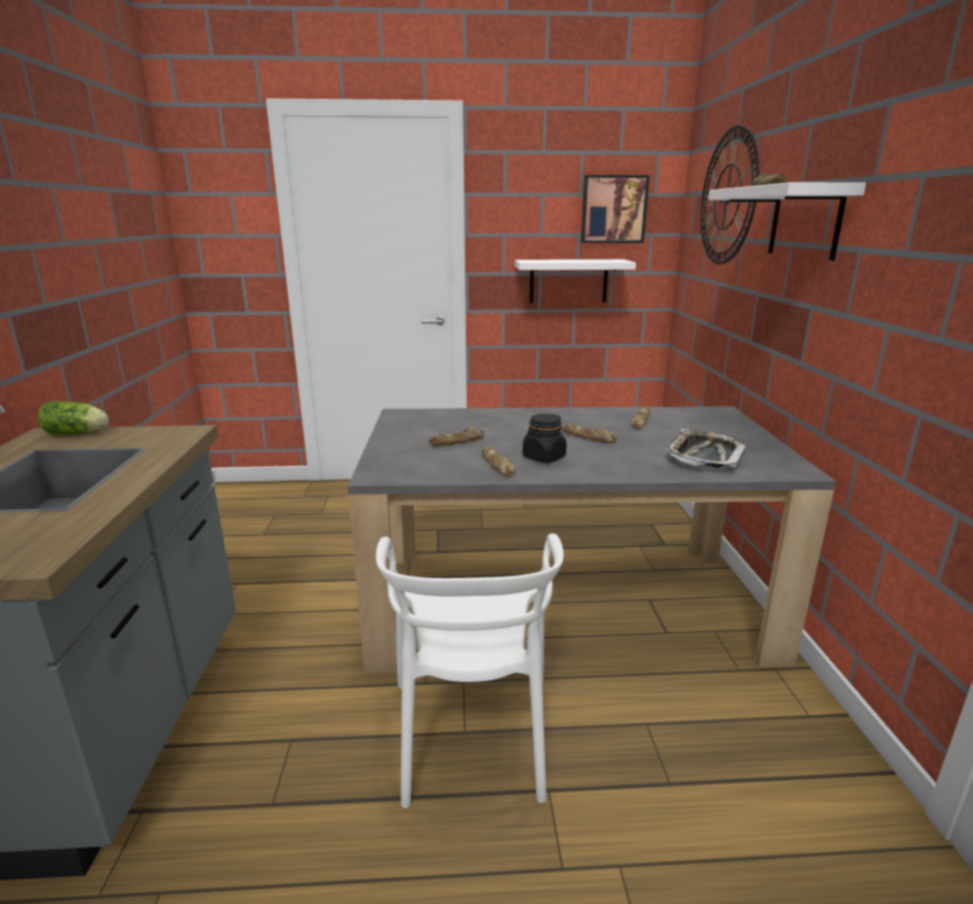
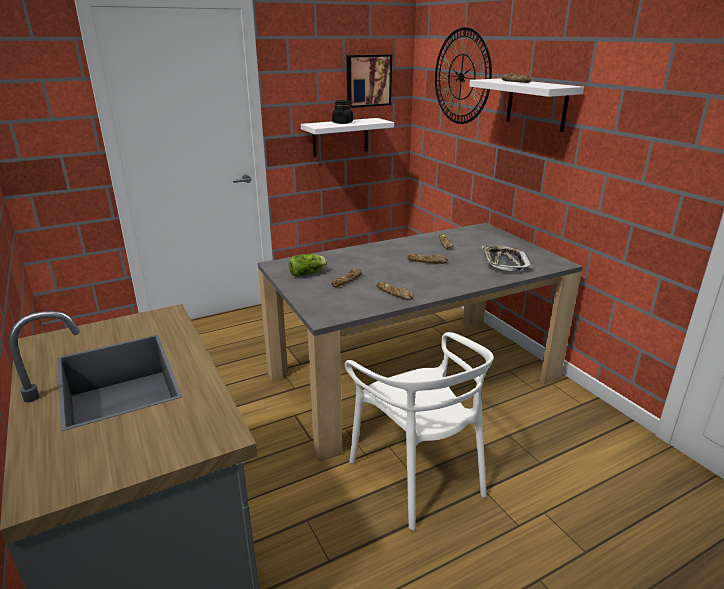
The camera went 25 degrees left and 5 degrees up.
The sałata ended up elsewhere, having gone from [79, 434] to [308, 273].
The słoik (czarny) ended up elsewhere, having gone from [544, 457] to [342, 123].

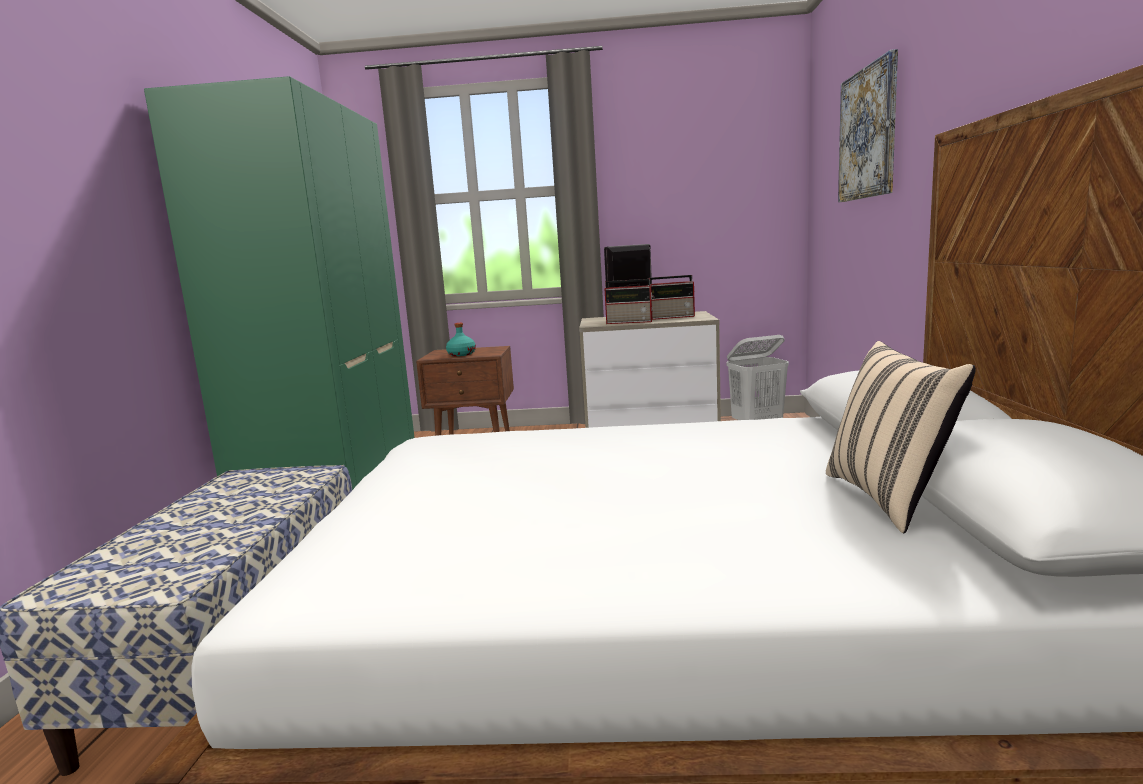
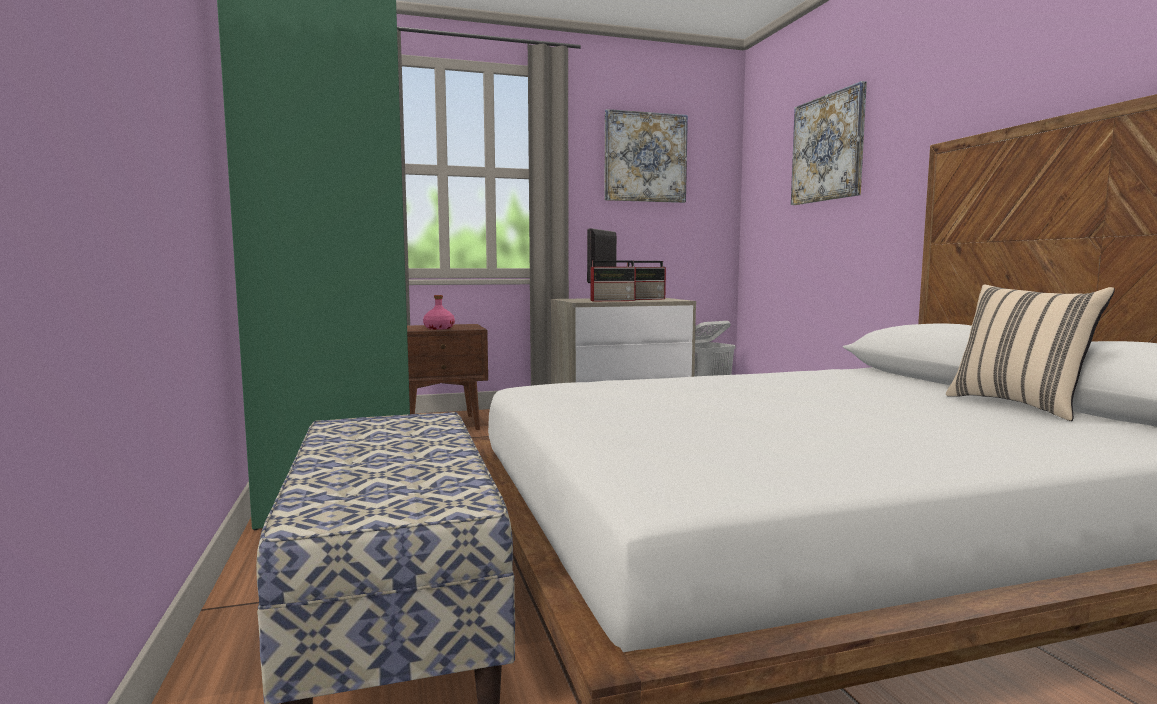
The camera went 20 degrees left and 5 degrees down.
What was the butelka (turkusowy) at [461, 354] turned into the butelka (różowy) at [438, 328].
The second view gained the obraz at [645, 157].

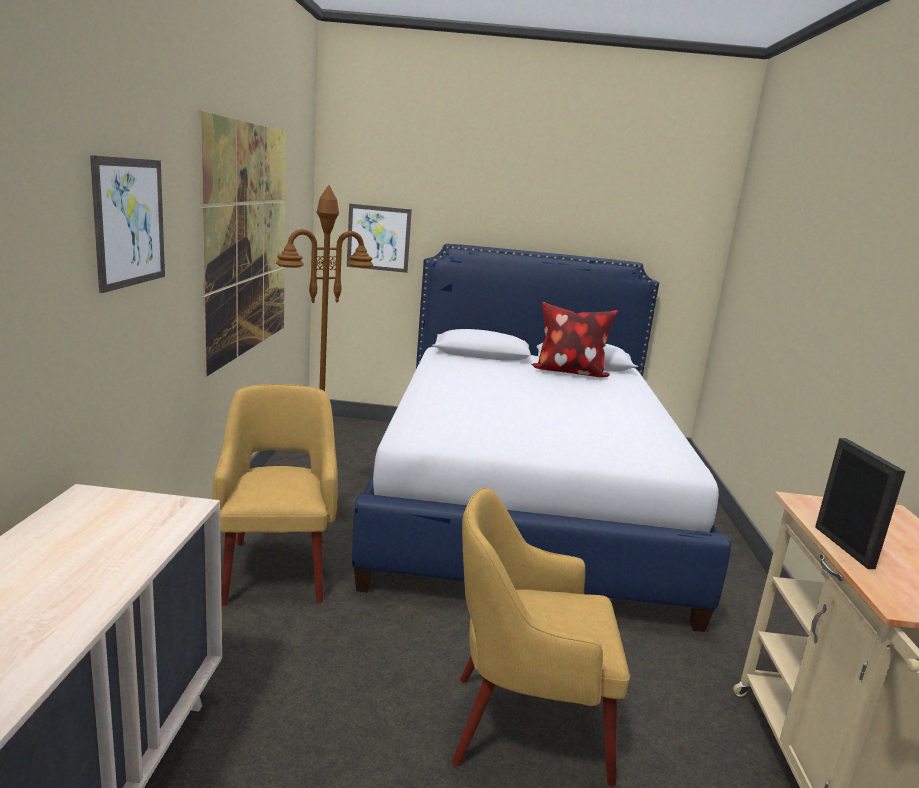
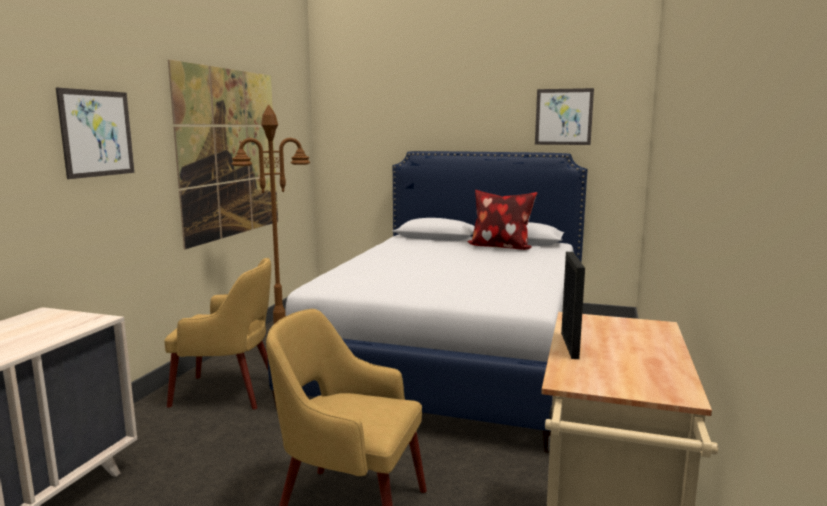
The camera went 15 degrees right and 5 degrees down.
The fotel (żółty) at [277, 567] ended up facing another way, 90 degrees clockwise from before.
The obraz ended up elsewhere, having gone from [378, 238] to [563, 117].

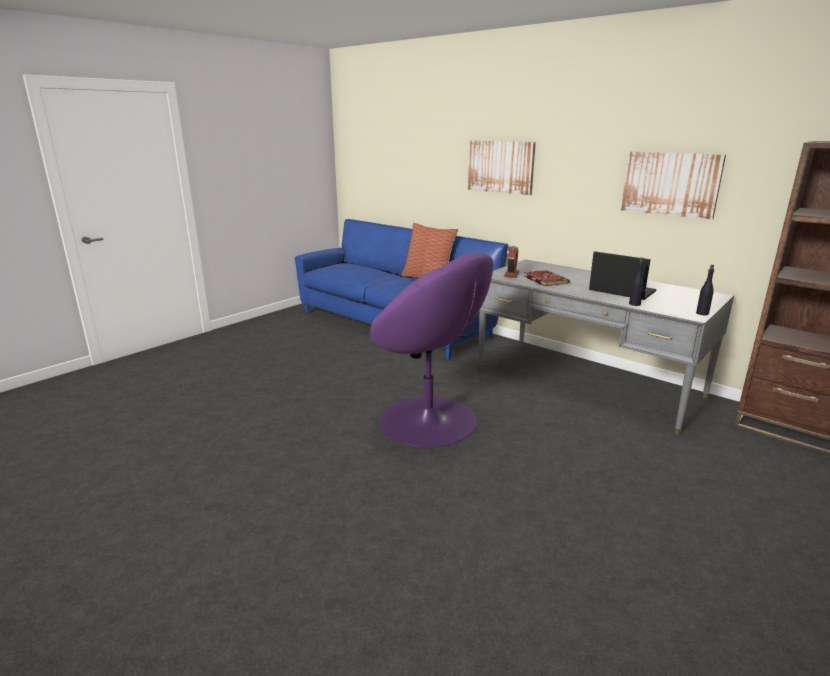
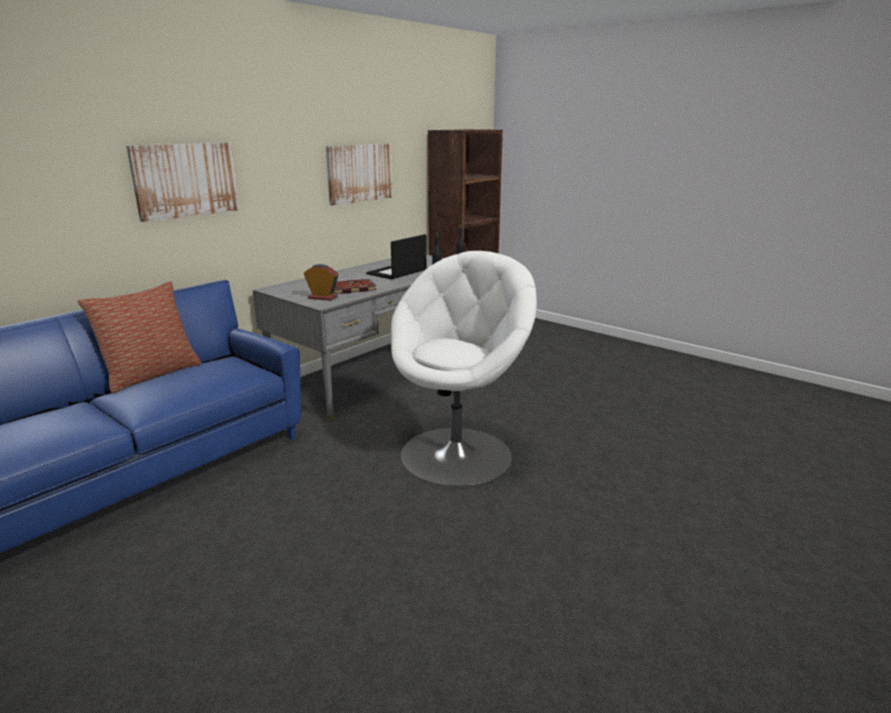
The camera went 90 degrees left and 0 degrees up.
What was the fotel (fioletowy) at [429, 421] turned into the fotel (biały) at [458, 454].

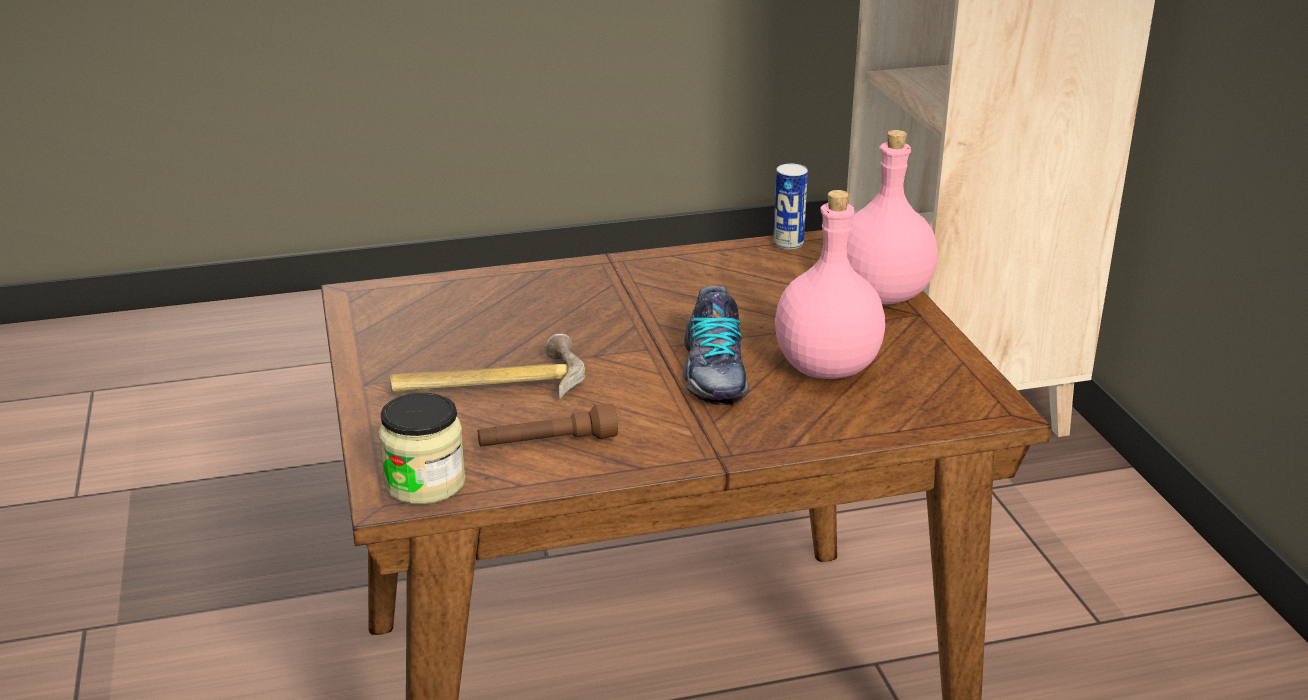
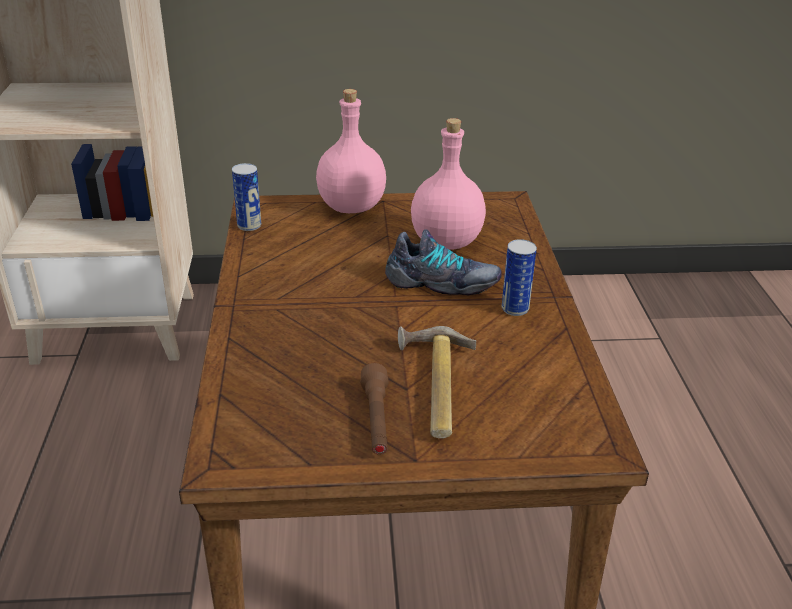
The camera went 80 degrees left and 5 degrees up.
The latarka (brązowy) ended up elsewhere, having gone from [547, 443] to [376, 420].
The second view gained the puszka at [515, 309].
The second view lost the słoik at [425, 483].

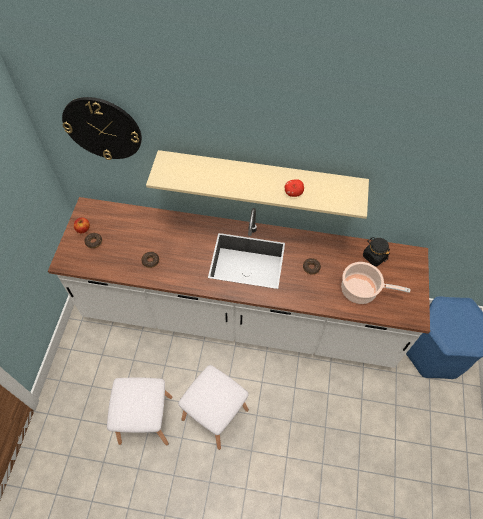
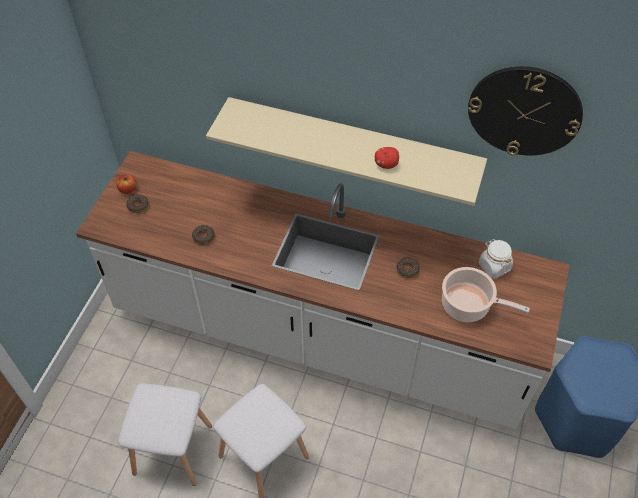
The camera went 10 degrees right and 5 degrees down.
The zegar ścienny ended up elsewhere, having gone from [102, 128] to [524, 111].
What was the słoik (czarny) at [374, 256] turned into the słoik (biały) at [494, 266].

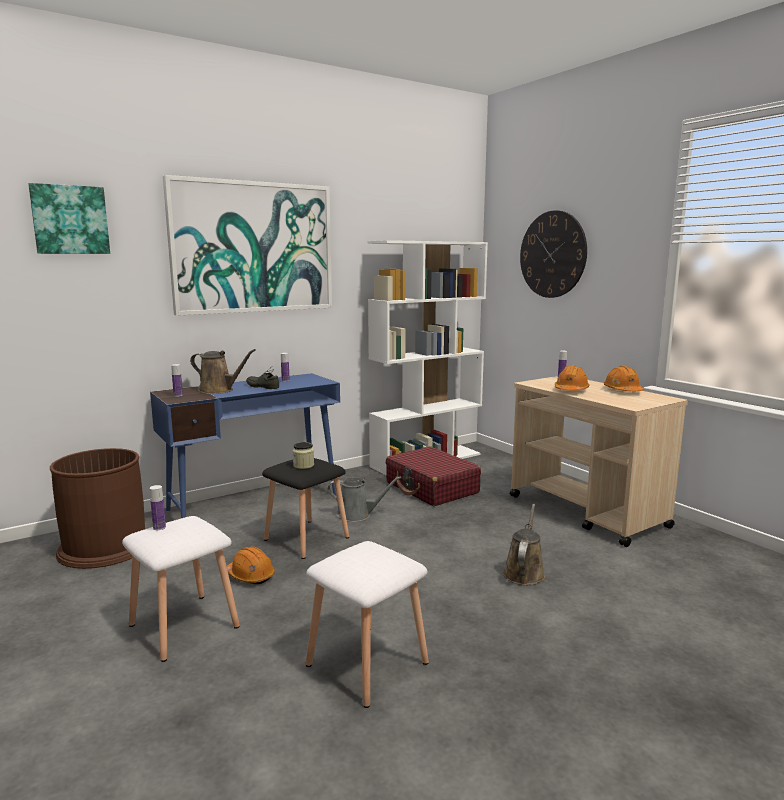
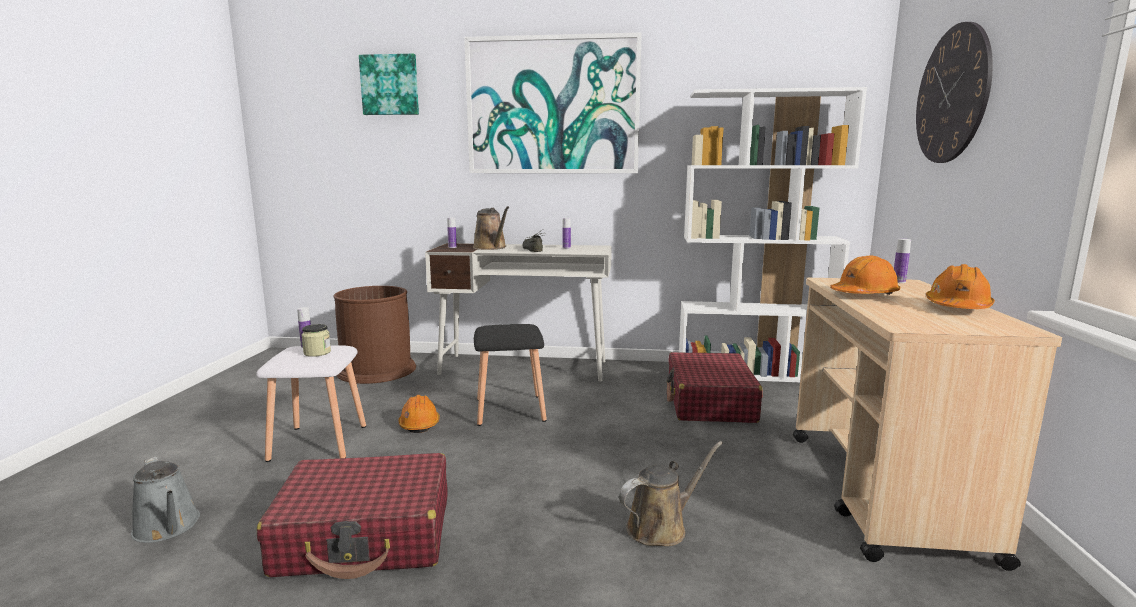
The camera went 40 degrees right and 0 degrees up.
The konewka (szary) ended up elsewhere, having gone from [357, 515] to [168, 528].
Where the stołek (biały) stood at [368, 662], the walizka (czerwony) came to stand at [366, 535].
The słoik ended up elsewhere, having gone from [303, 465] to [317, 353].
What was the biurko (niebieski) at [255, 502] turned into the biurko (biały) at [524, 367].

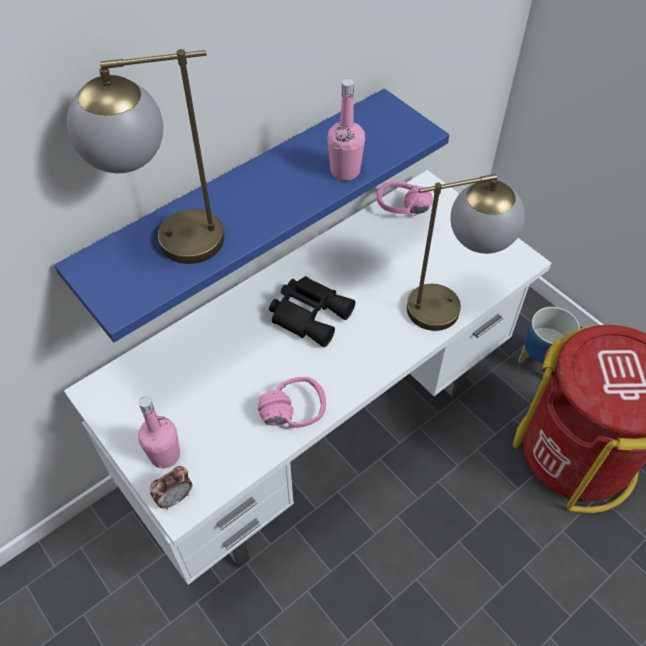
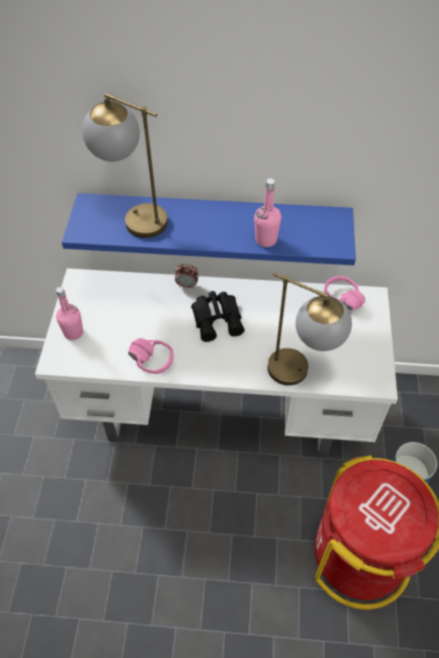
The camera went 45 degrees right and 0 degrees up.
The budzik ended up elsewhere, having gone from [175, 497] to [187, 285].

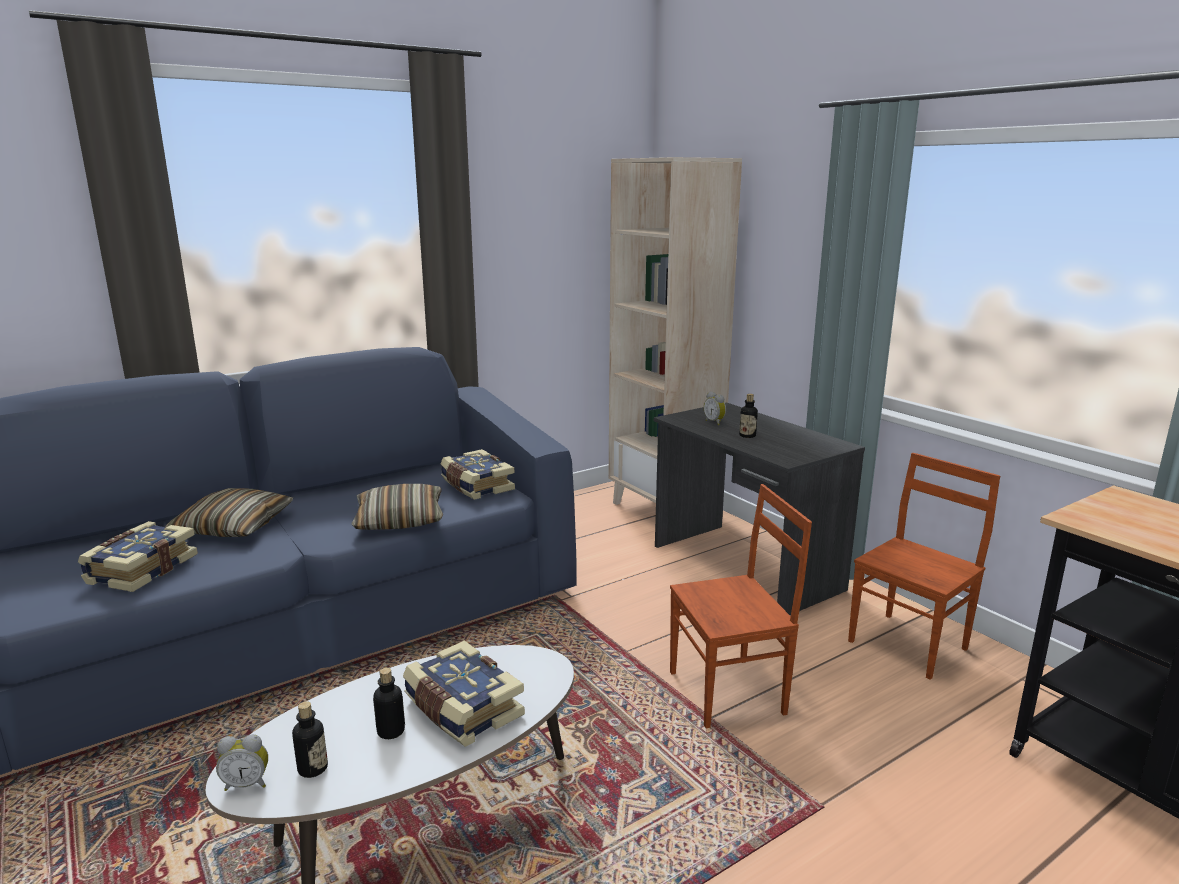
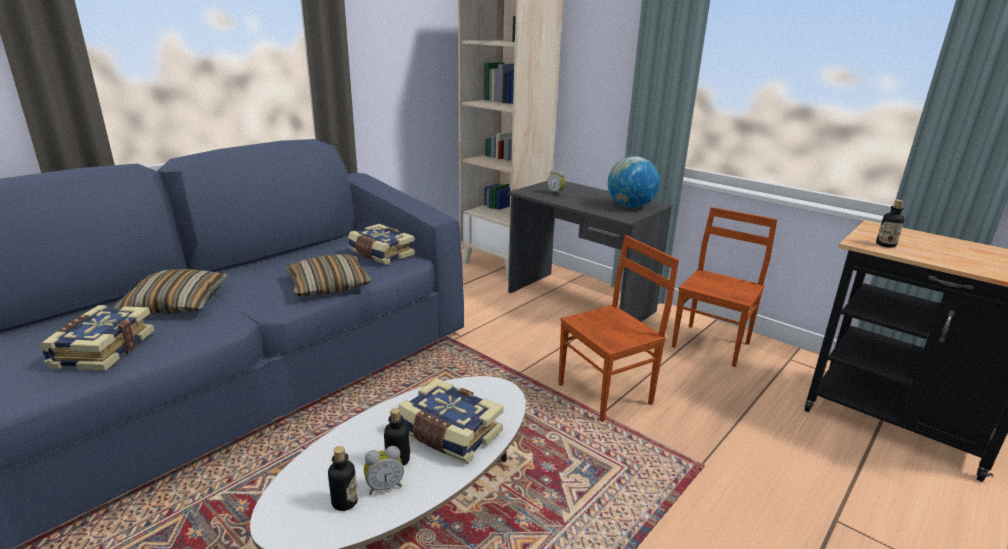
The camera went 15 degrees left and 5 degrees up.
The budzik ended up elsewhere, having gone from [247, 783] to [384, 486].
The second view gained the globus at [630, 206].
The butelka ended up elsewhere, having gone from [747, 436] to [885, 245].

